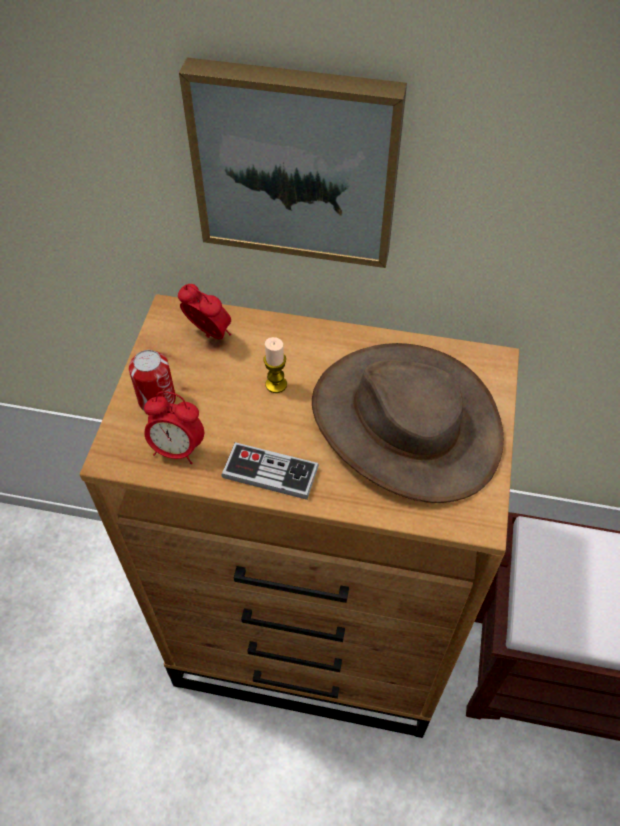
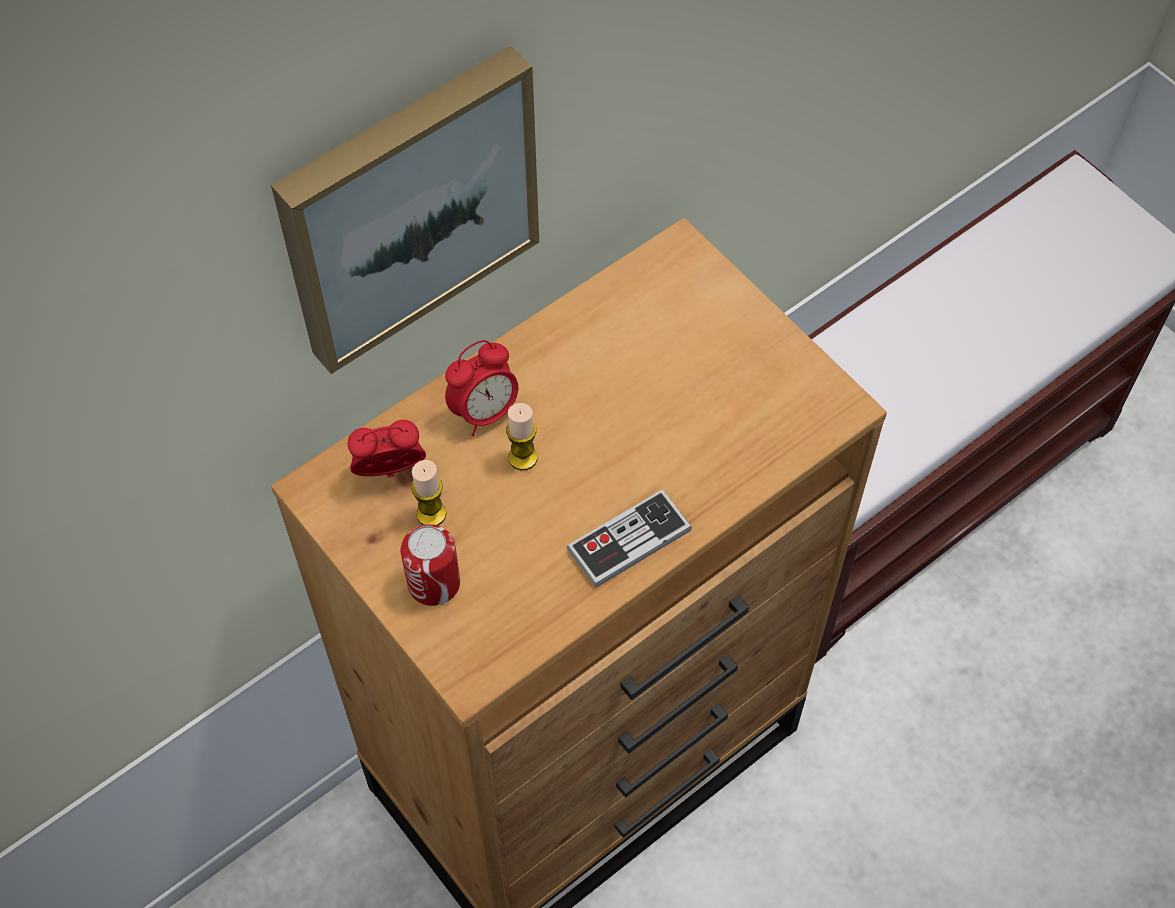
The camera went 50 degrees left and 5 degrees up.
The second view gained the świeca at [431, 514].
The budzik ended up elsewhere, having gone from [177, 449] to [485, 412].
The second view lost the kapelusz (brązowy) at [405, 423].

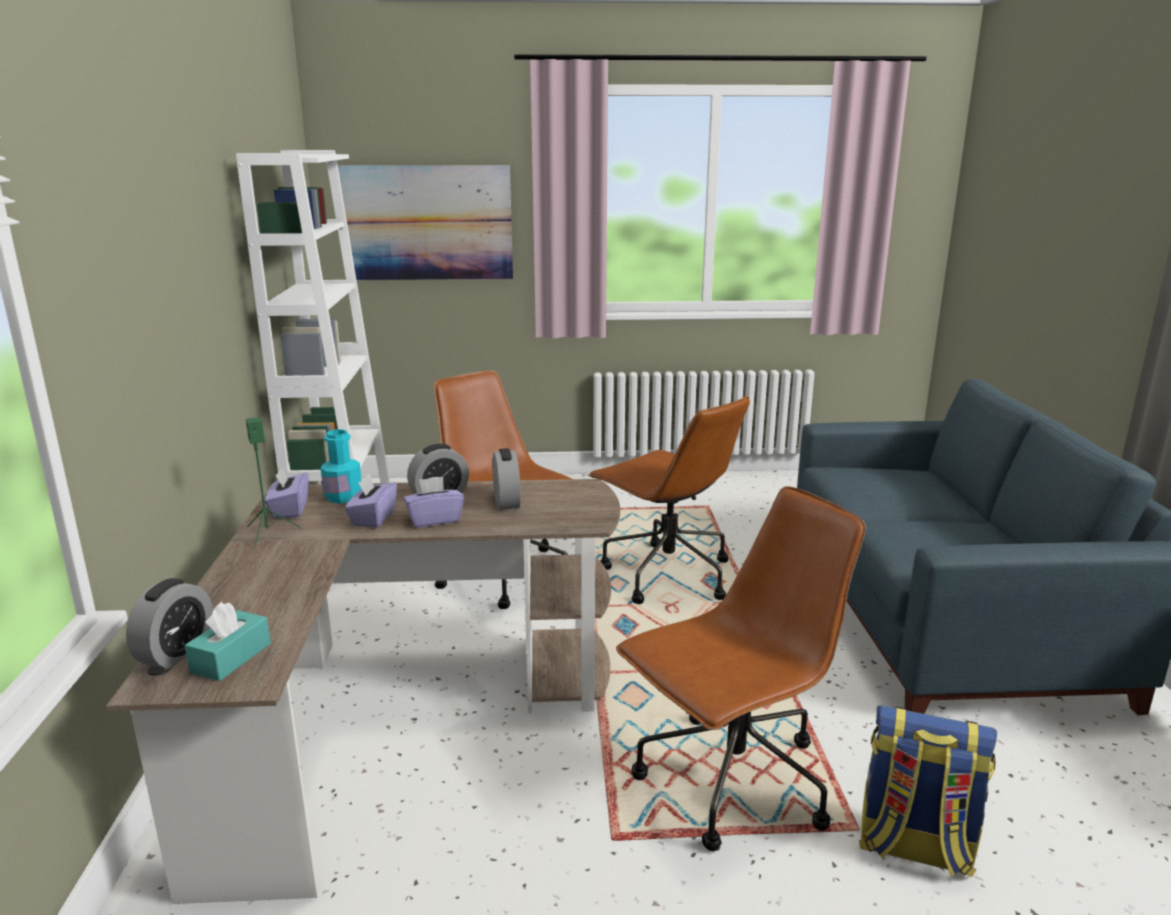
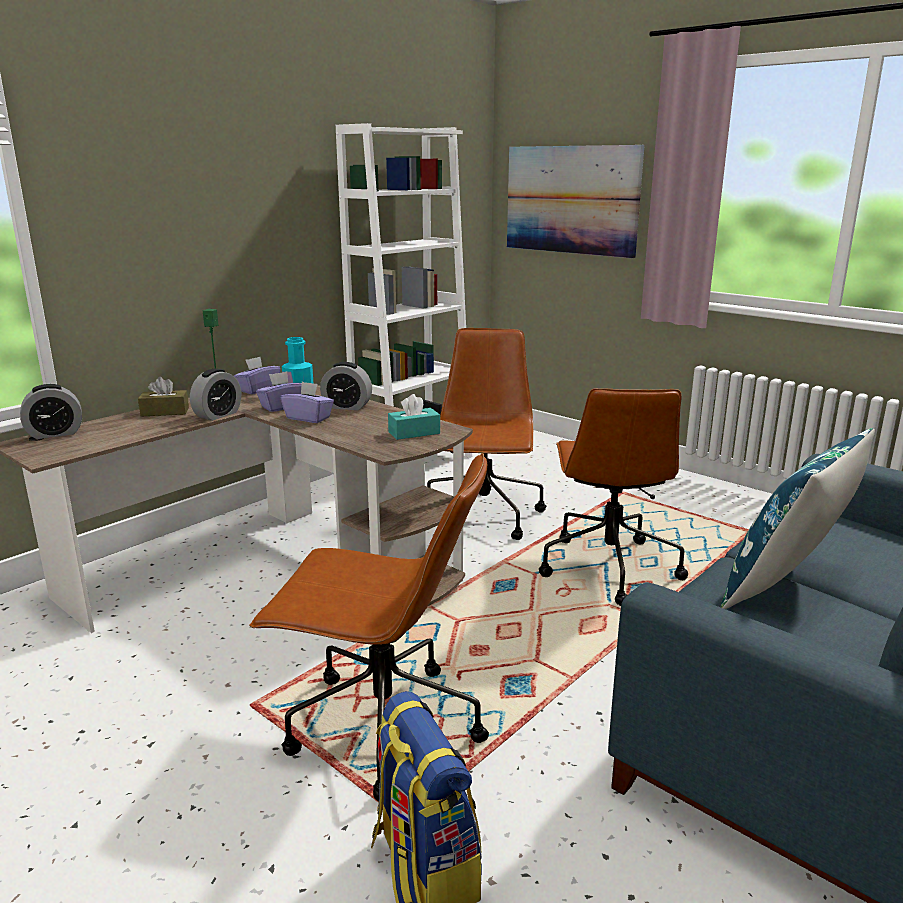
The camera went 45 degrees right and 0 degrees up.
The second view gained the pudełko chusteczek (brązowy) at [165, 412].
The budzik ended up elsewhere, having gone from [506, 501] to [218, 415].
The pudełko chusteczek (turkusowy) ended up elsewhere, having gone from [231, 658] to [414, 433].
The second view gained the poduszka (niebieski) at [786, 587].

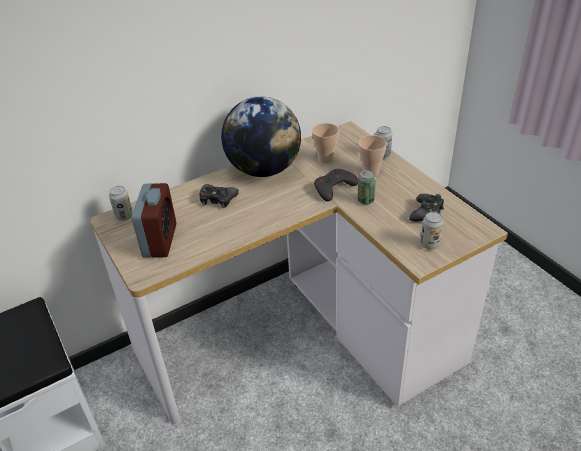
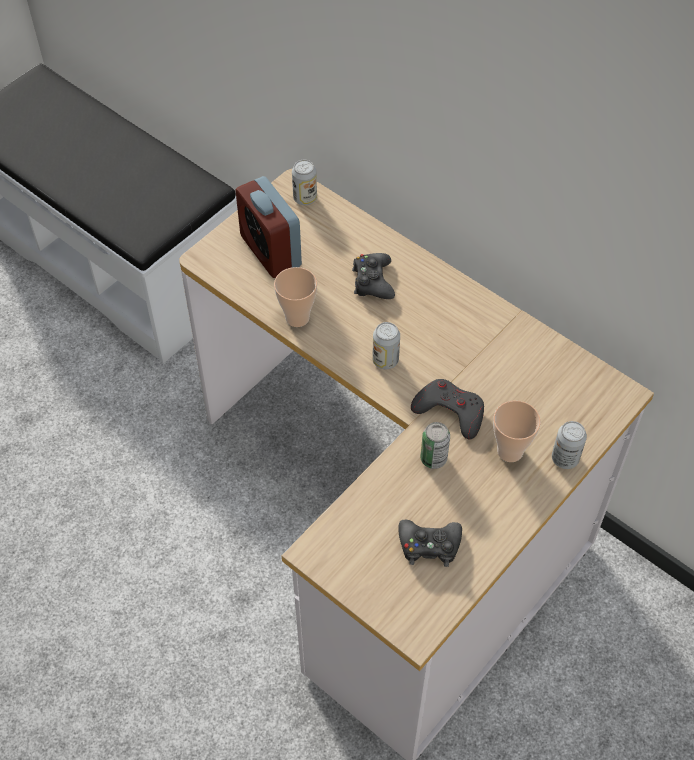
The camera went 70 degrees right and 15 degrees up.
The budzik at [160, 240] ended up facing another way, 75 degrees clockwise from before.
The filiżanka ended up elsewhere, having gone from [325, 159] to [297, 317].
The puszka ended up elsewhere, having gone from [430, 244] to [385, 360].
The second view lost the globus at [264, 169].

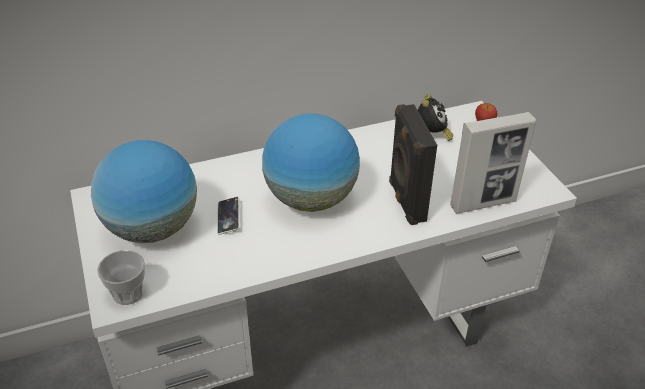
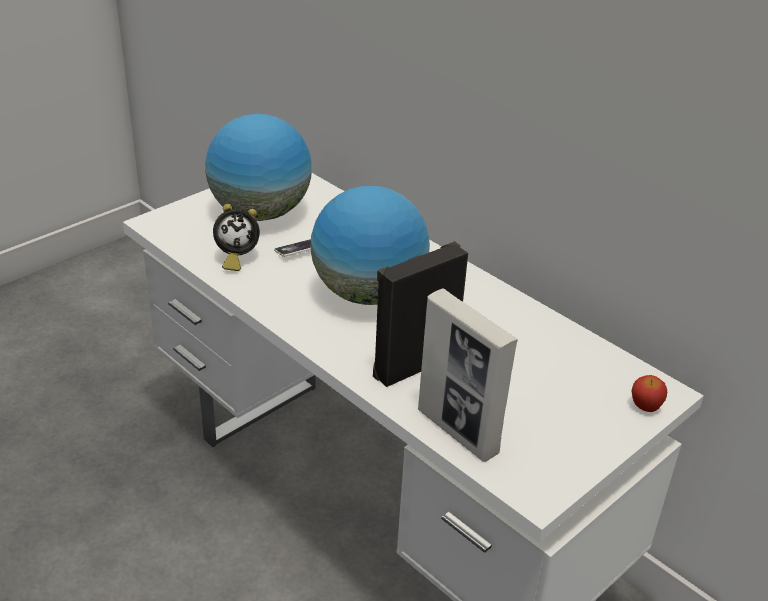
The camera went 65 degrees right and 5 degrees down.
The budzik ended up elsewhere, having gone from [432, 134] to [236, 258].
The second view lost the filiżanka at [128, 293].

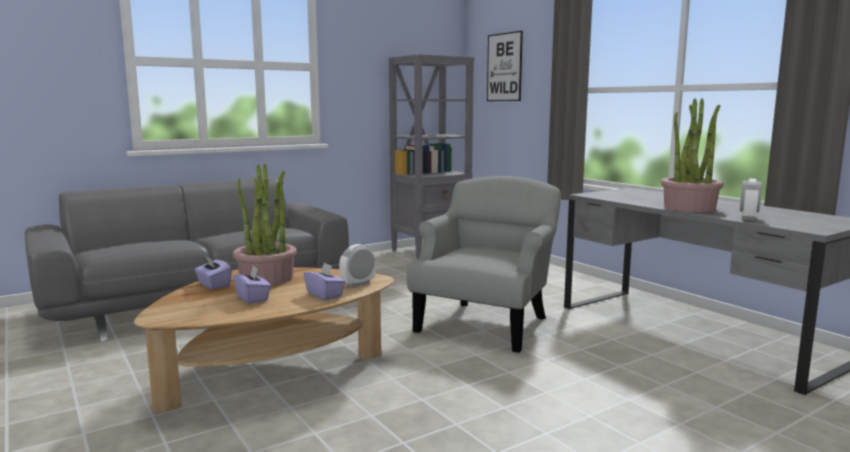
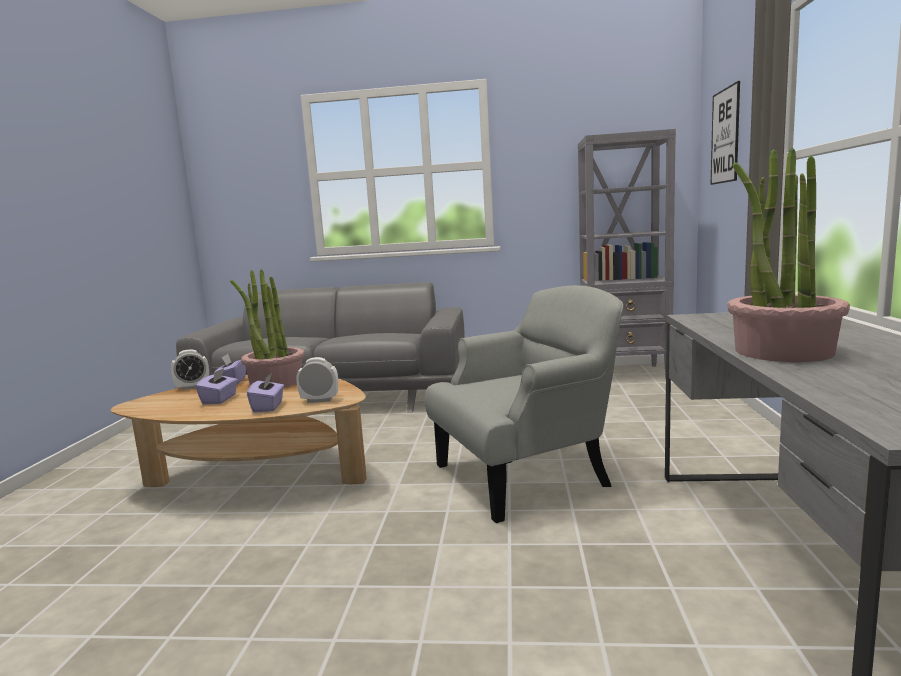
The camera went 40 degrees right and 0 degrees up.
The budzik ended up elsewhere, having gone from [748, 218] to [193, 387].

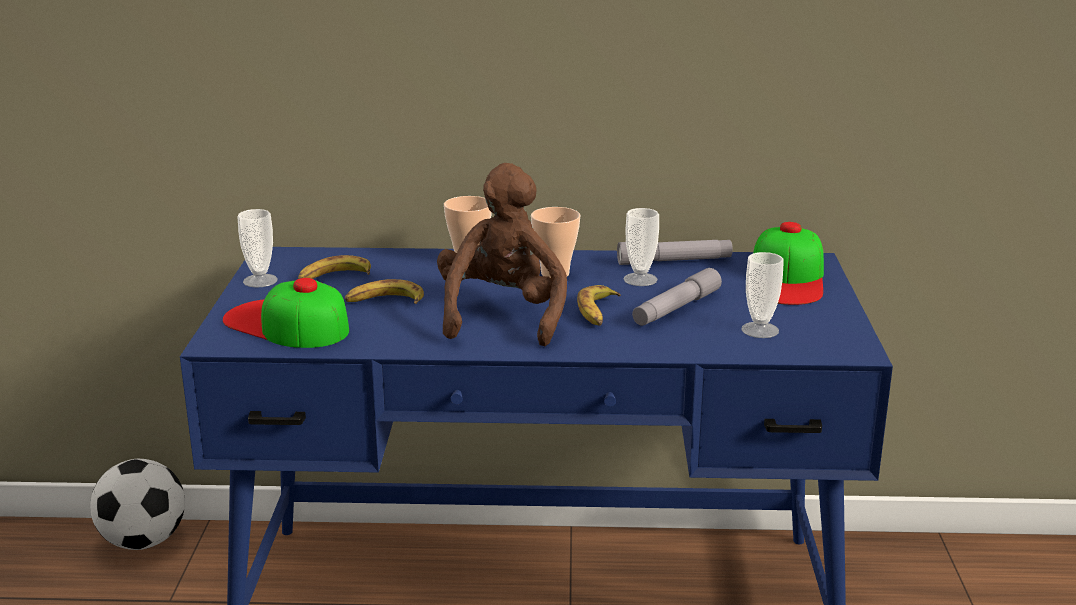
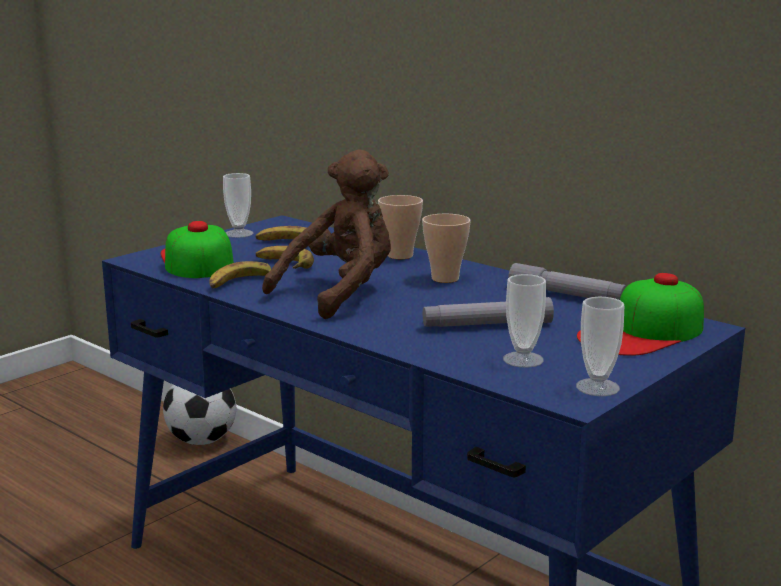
The camera went 40 degrees right and 5 degrees down.
The banan ended up elsewhere, having gone from [597, 313] to [239, 283].
The filiżanka ended up elsewhere, having gone from [640, 279] to [597, 387].

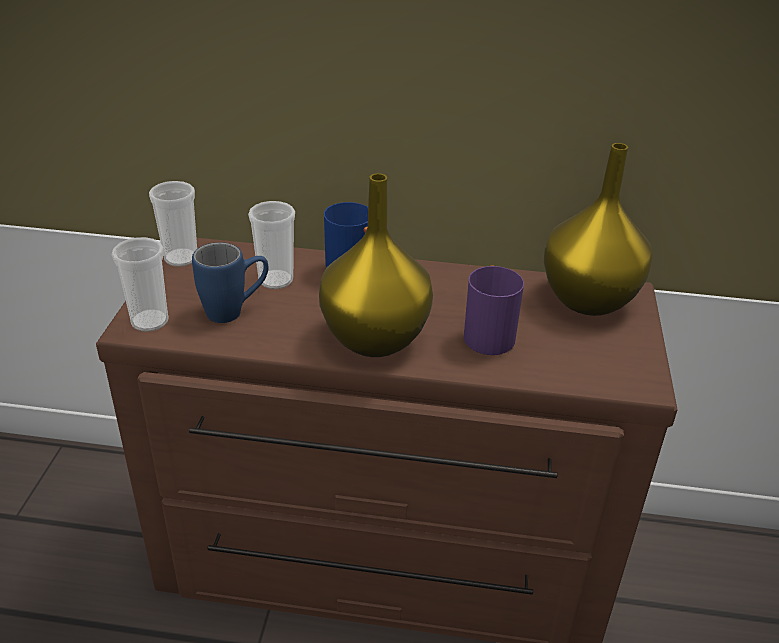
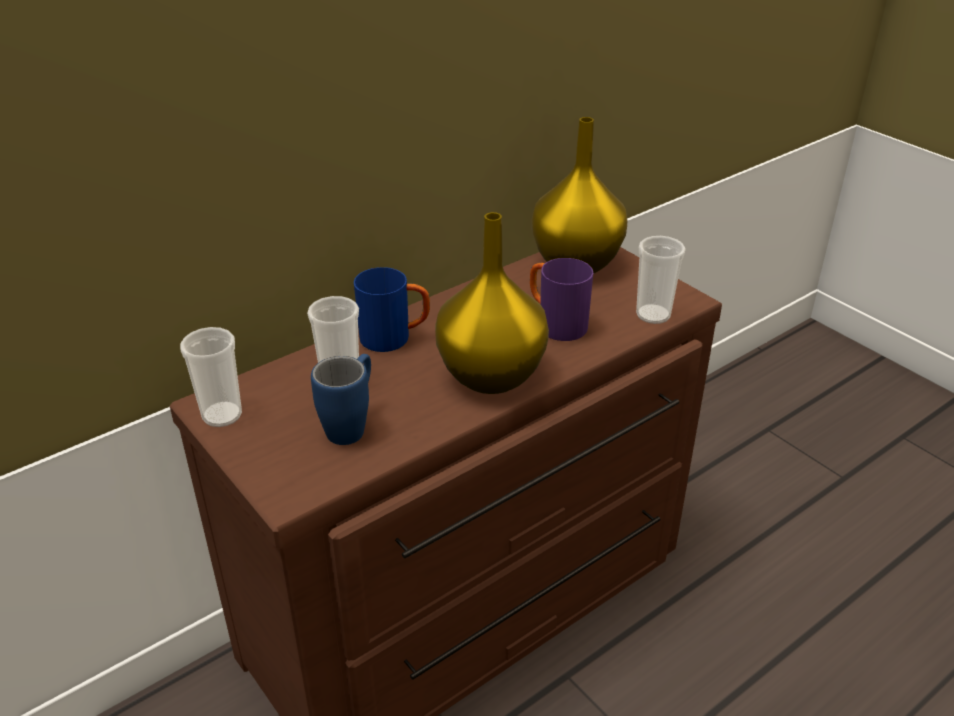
The camera went 45 degrees left and 0 degrees up.
The filiżanka ended up elsewhere, having gone from [150, 321] to [653, 315].

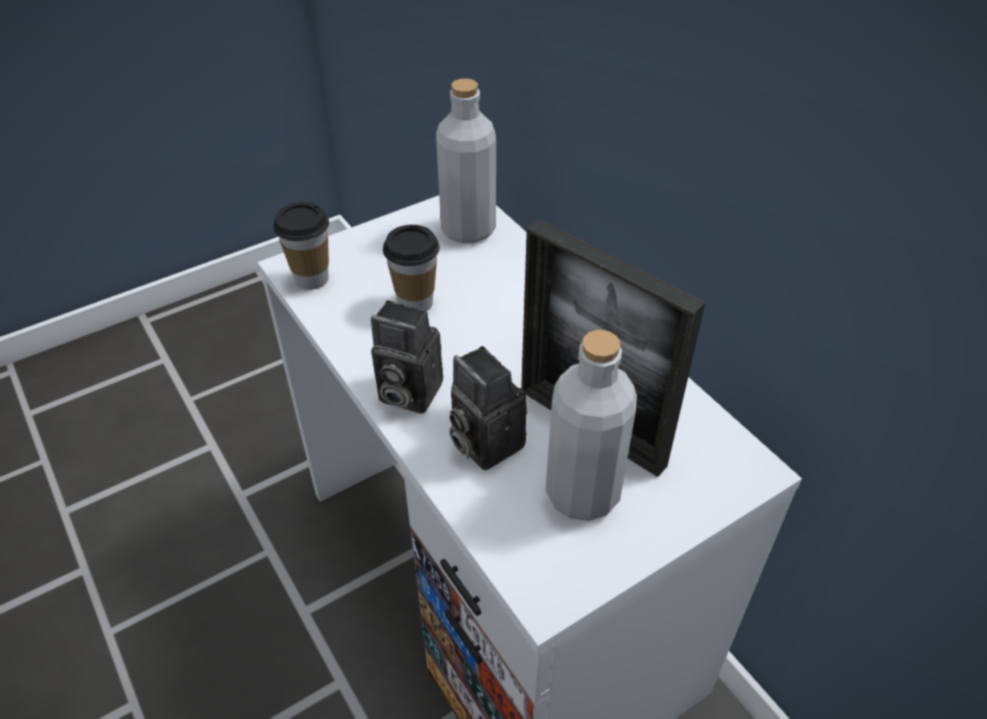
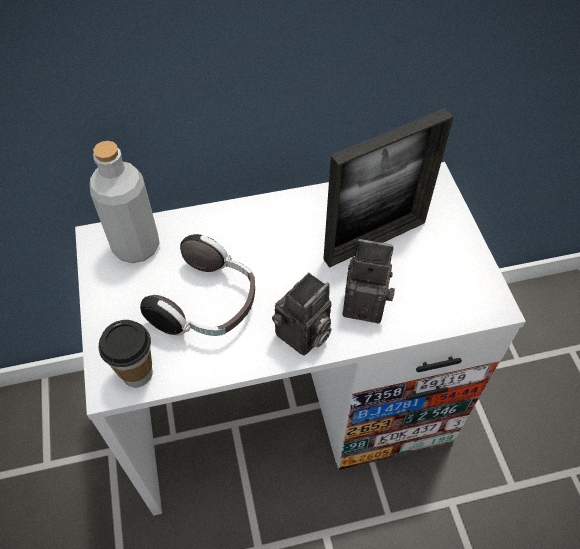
The camera went 70 degrees left and 10 degrees up.
Where the filiżanka stood at [415, 303], the słuchawki came to stand at [207, 305].
The aparat fotograficzny at [483, 442] ended up facing another way, 150 degrees counterclockwise from before.
The second view lost the butelka (szary) at [582, 493].

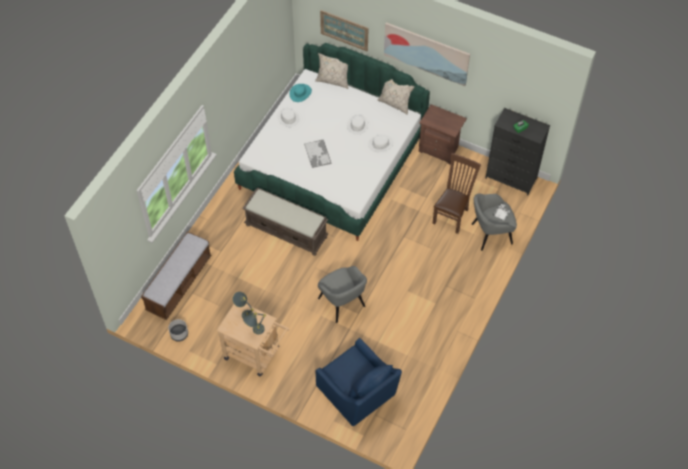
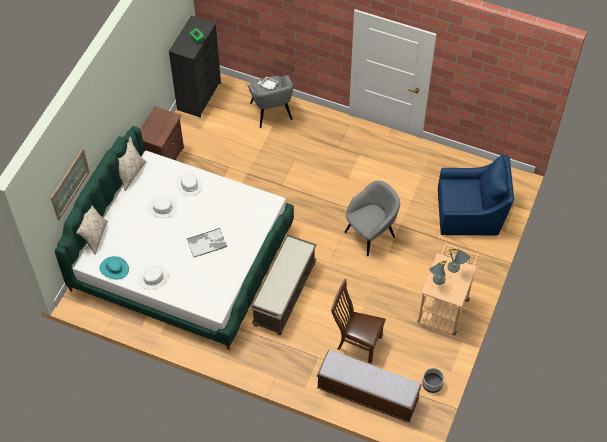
The camera went 95 degrees left and 0 degrees up.
The krzesło (brązowy) ended up elsewhere, having gone from [452, 215] to [356, 342].
The fotel (niebieski) at [357, 393] ended up facing another way, 45 degrees clockwise from before.
The second view lost the obraz at [426, 53].

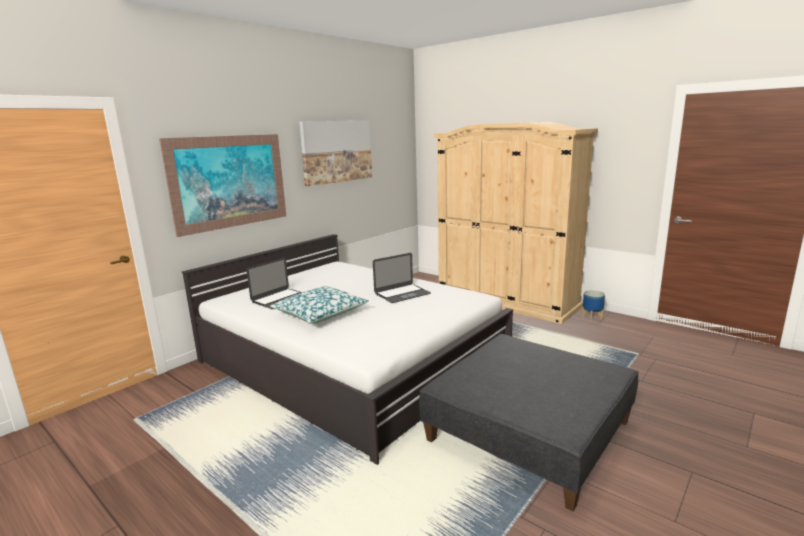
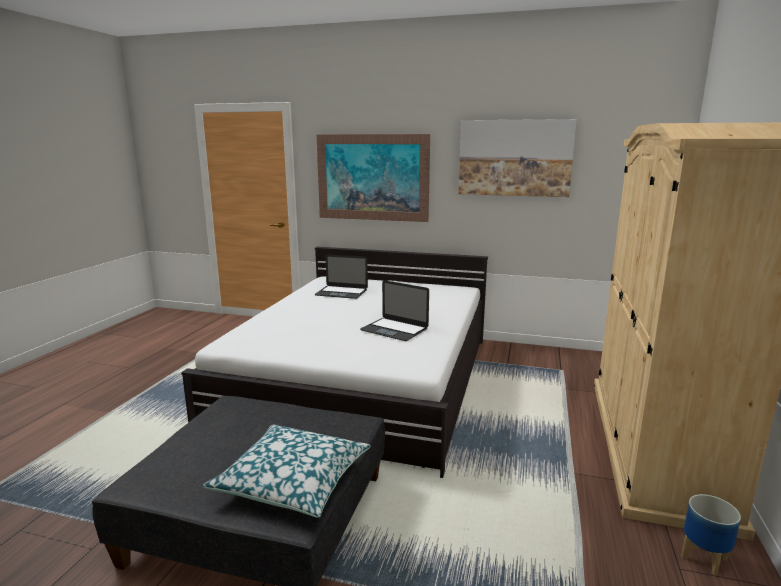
The camera went 65 degrees right and 0 degrees up.
The poduszka ended up elsewhere, having gone from [320, 314] to [293, 481].

